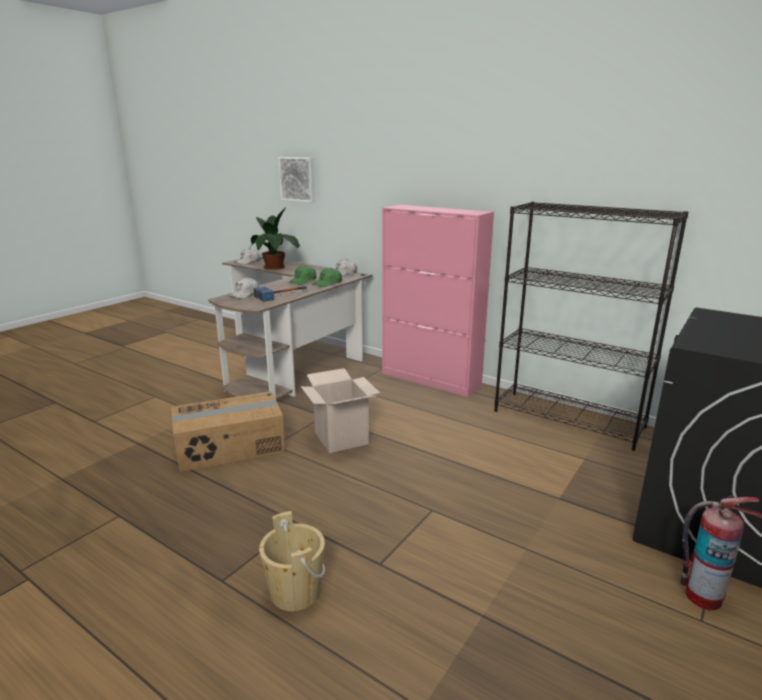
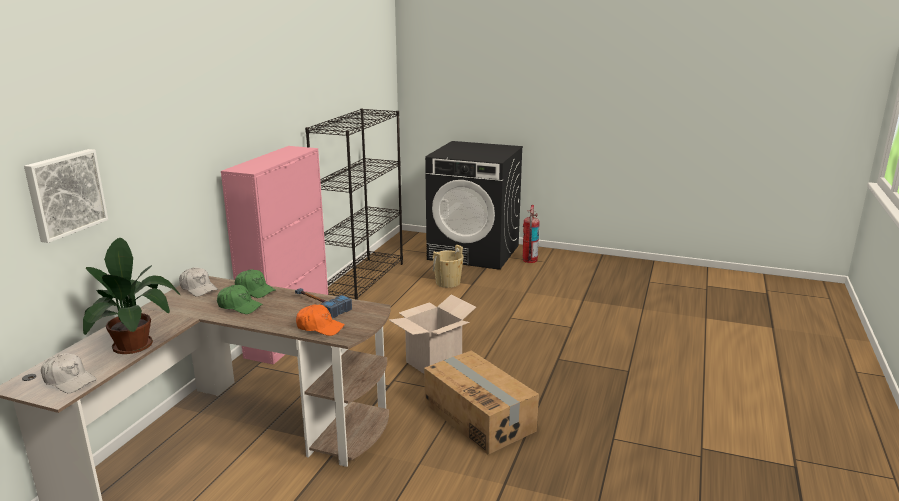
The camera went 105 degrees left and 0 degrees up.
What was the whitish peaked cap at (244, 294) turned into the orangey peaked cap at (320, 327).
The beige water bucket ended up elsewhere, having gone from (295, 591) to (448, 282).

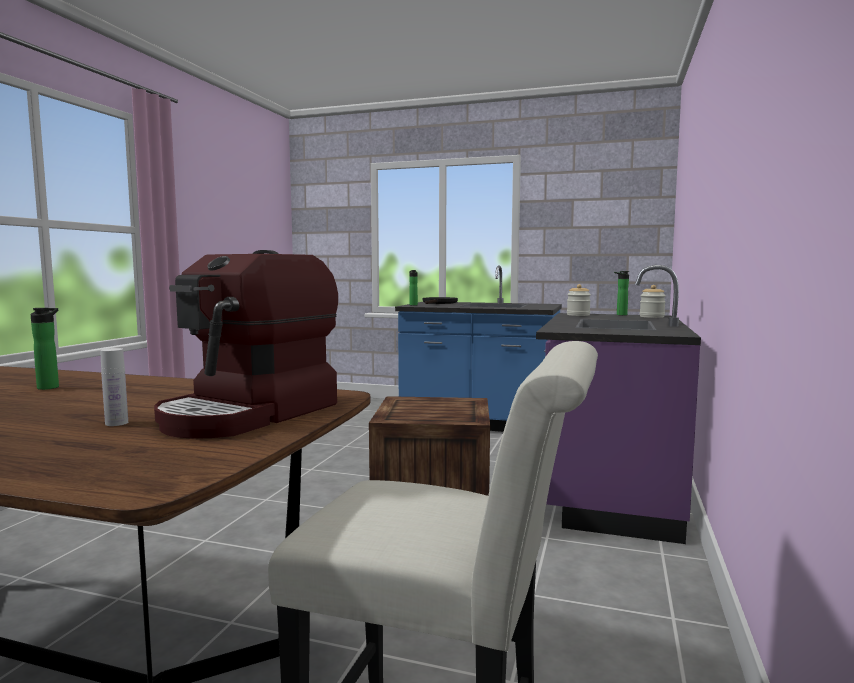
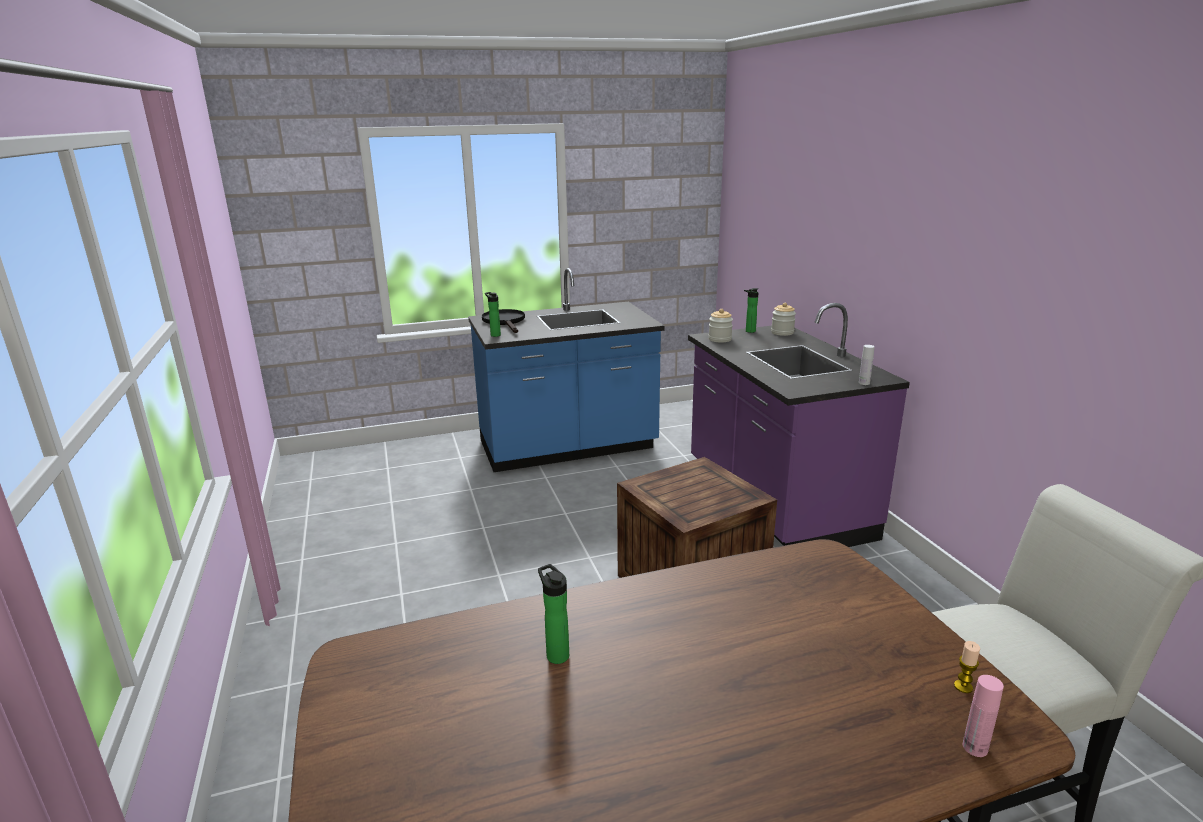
The camera went 35 degrees left and 15 degrees up.
The whitish bottle ended up elsewhere, having gone from (116, 423) to (864, 383).
The second view gained the wax light at (963, 687).
The second view gained the pink bottle at (975, 747).
The second view lost the coffee brewer at (251, 414).

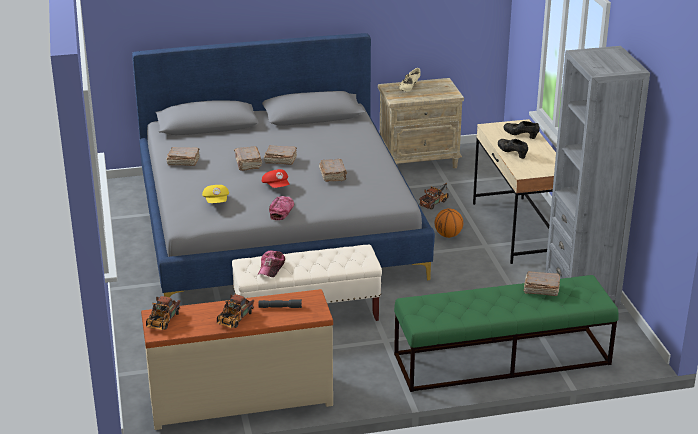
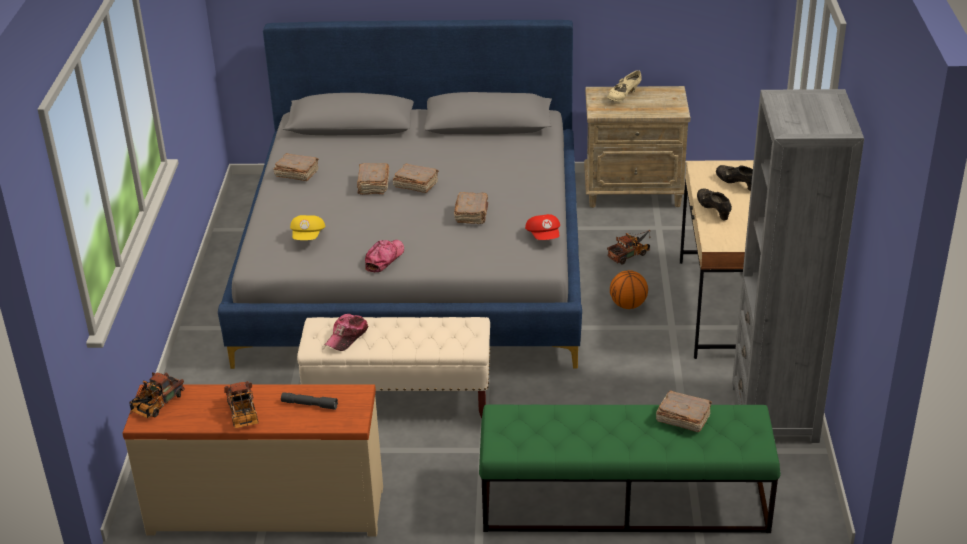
The camera went 15 degrees right and 5 degrees up.
The model truck at (233, 320) ended up facing another way, 60 degrees counterclockwise from before.
The red-coloured peaked cap ended up elsewhere, having gone from (276, 186) to (544, 236).

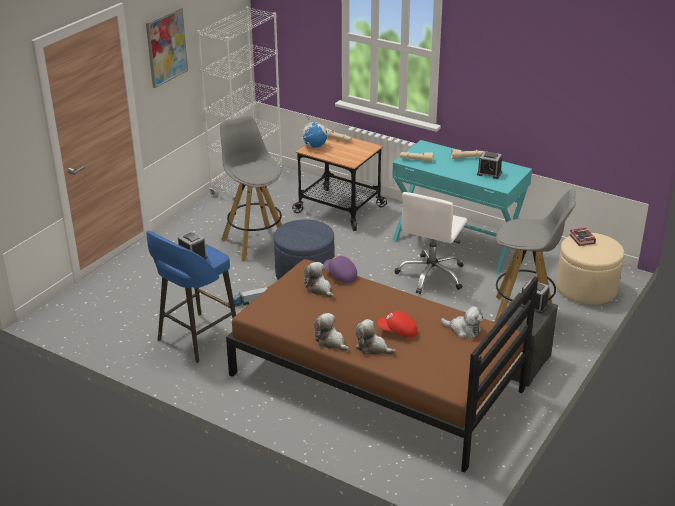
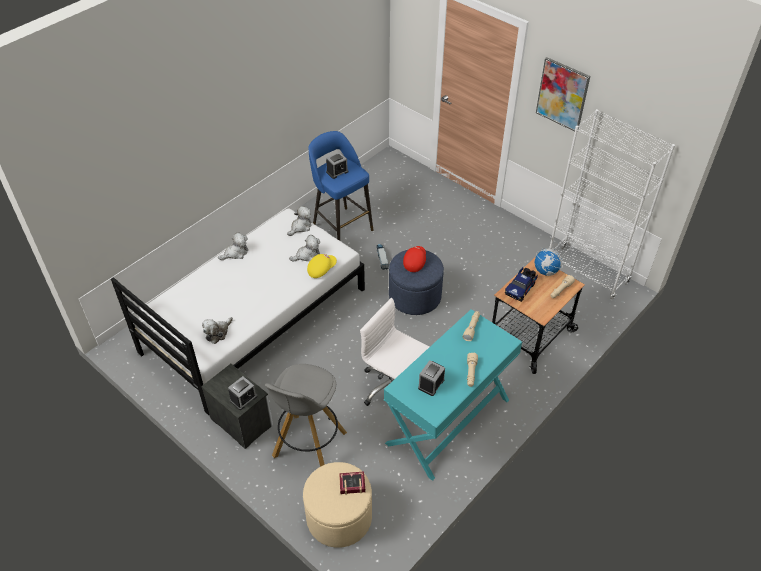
The camera went 100 degrees right and 15 degrees up.
What was the brown-coloured sleeping bed at (375, 382) turned into the whitish sleeping bed at (254, 320).
The soft toy ended up elsewhere, having gone from (373, 348) to (300, 227).
What was the purple peaked cap at (340, 275) turned into the yellowish peaked cap at (321, 269).
The red-coloured peaked cap ended up elsewhere, having gone from (398, 332) to (414, 262).
The second view gained the model truck at (521, 288).
The second view lost the greyish sitting stool at (255, 243).

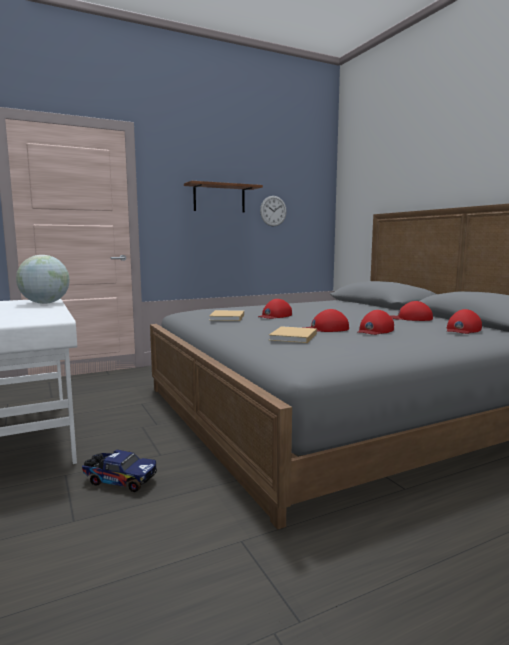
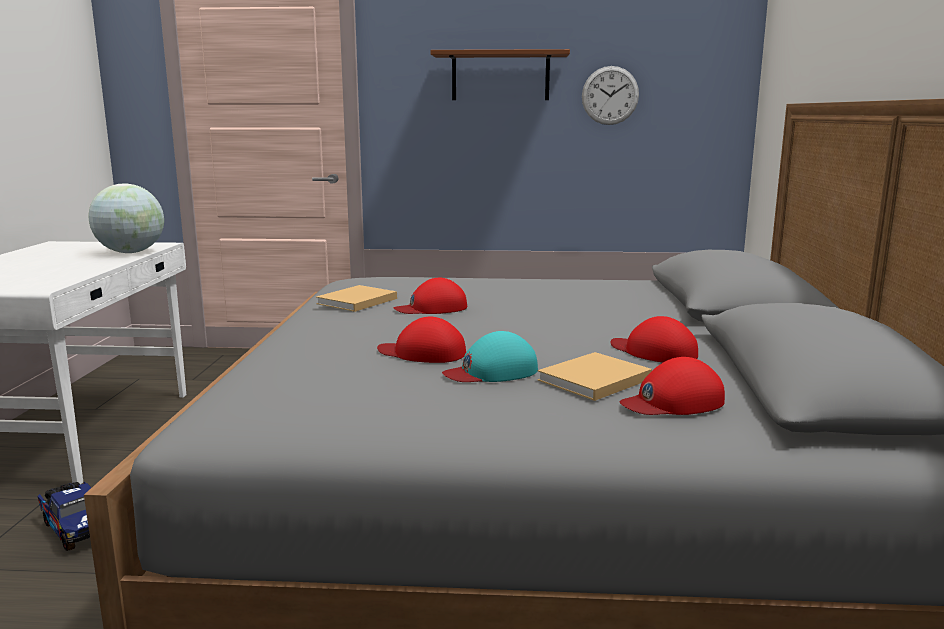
The camera went 30 degrees right and 5 degrees up.
What was the red-coloured peaked cap at (374, 330) turned into the turquoise-coloured peaked cap at (492, 372).
The beige volume ended up elsewhere, having gone from (293, 337) to (592, 380).

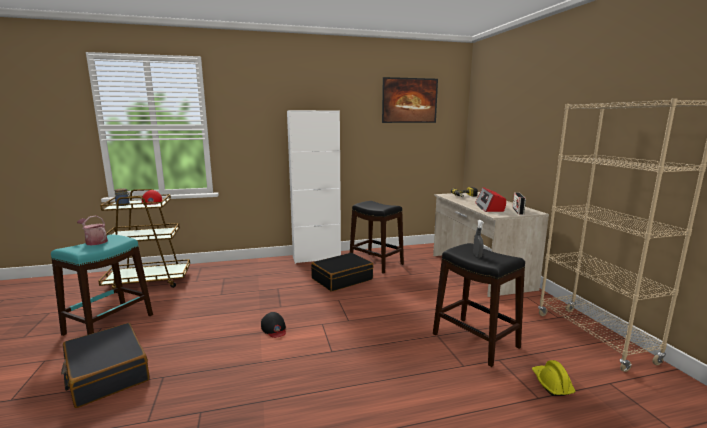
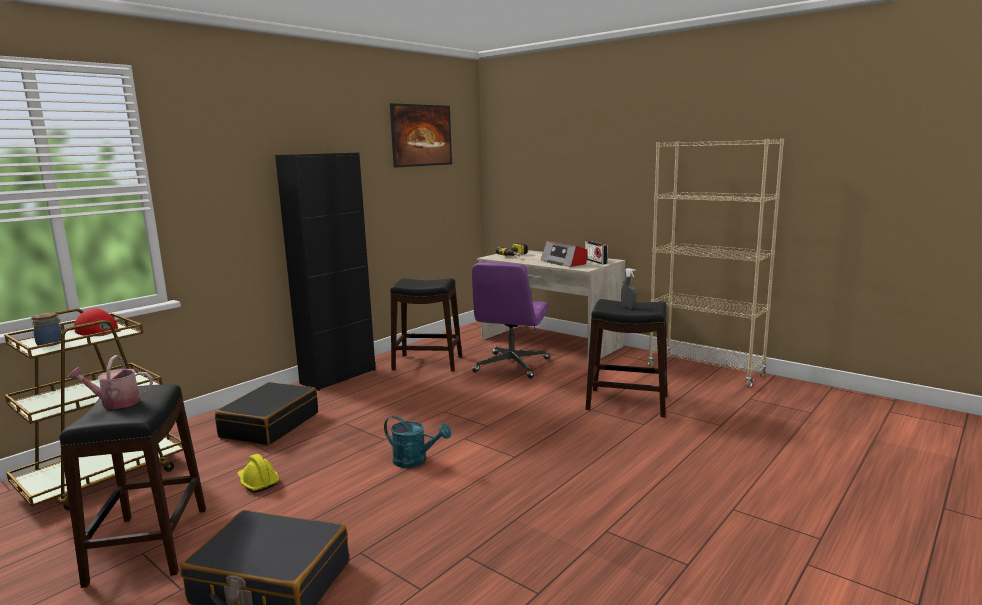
The camera went 35 degrees left and 0 degrees up.
What was the turquoise-coloured sitting stool at (108, 324) turned into the black-coloured sitting stool at (148, 545).
The black-coloured suitcase ended up elsewhere, having gone from (342, 279) to (269, 425).
The yellowish work helmet ended up elsewhere, having gone from (551, 384) to (258, 482).
What was the whitish storage cabinet at (316, 258) turned into the black-coloured storage cabinet at (338, 376).
Where the black-coloured peaked cap stood at (274, 328), the turquoise-coloured sprinkling can came to stand at (415, 461).
The second view gained the purple computer chair at (511, 366).

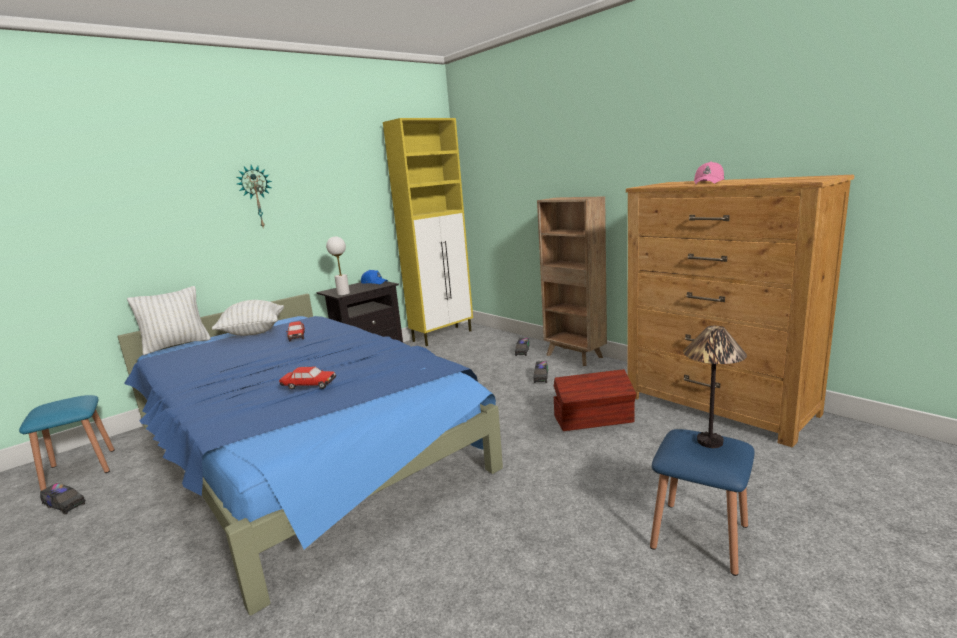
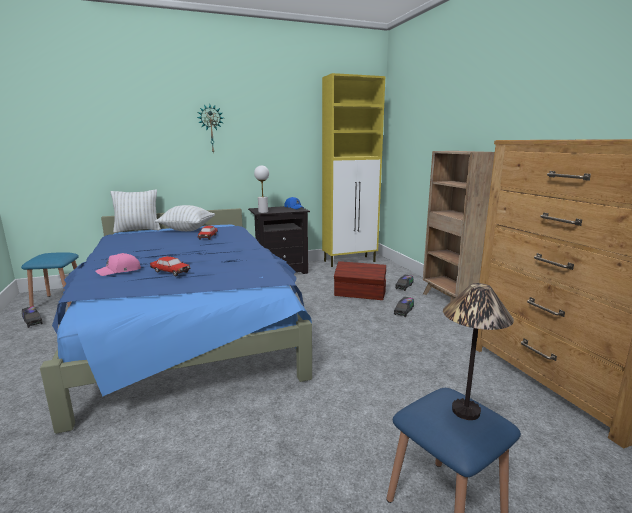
The camera went 20 degrees right and 0 degrees up.
The pink peaked cap ended up elsewhere, having gone from (709, 182) to (120, 271).
The brown-coloured storage box ended up elsewhere, having gone from (594, 419) to (360, 294).

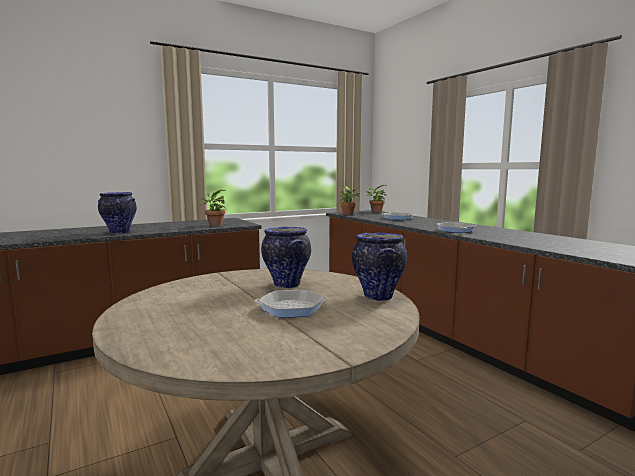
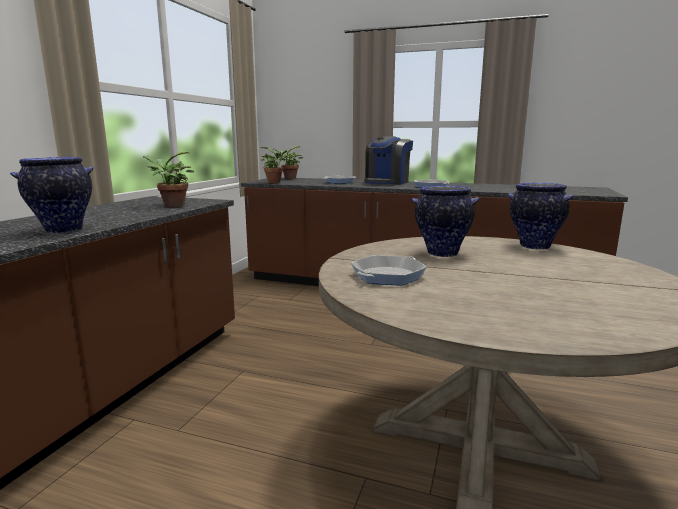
The camera went 40 degrees left and 5 degrees up.
The skillet ended up elsewhere, having gone from (291, 308) to (387, 275).
The second view gained the coffee brewer at (387, 182).

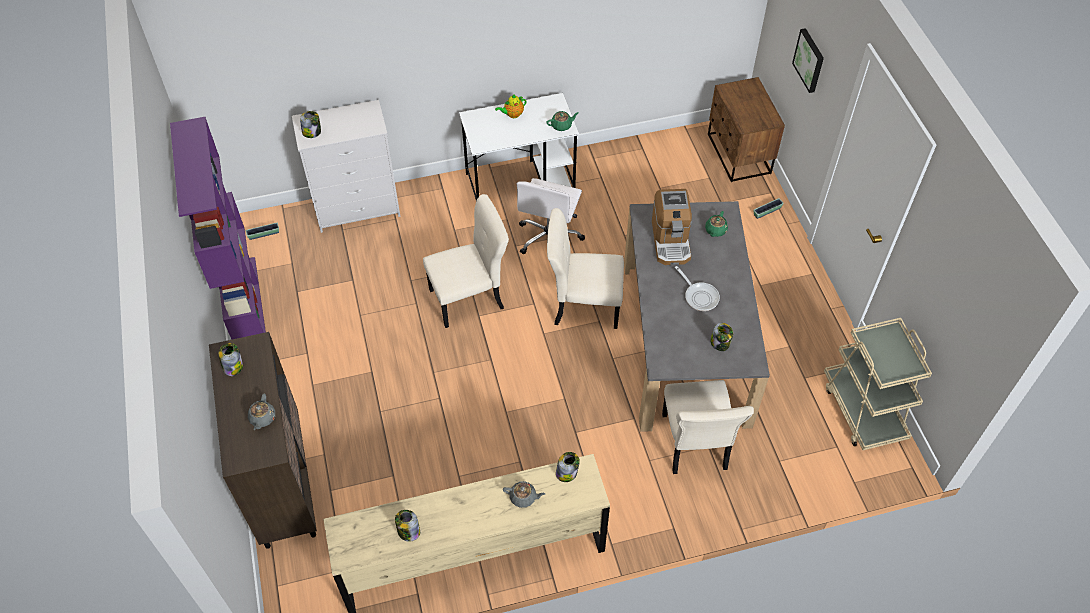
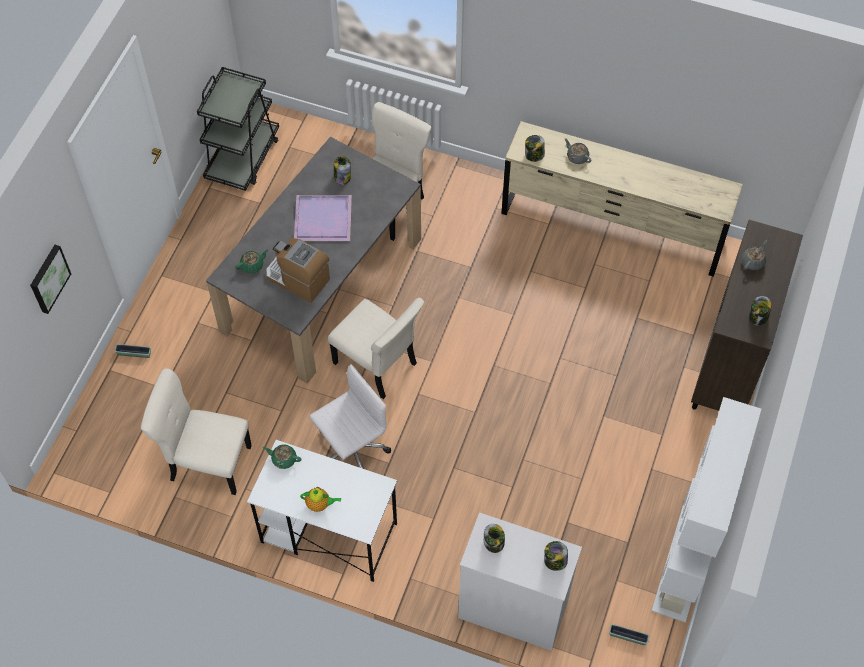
The camera went 145 degrees left and 5 degrees up.
The beige chair ended up elsewhere, having gone from (470, 298) to (207, 462).
What was the beige trolley at (863, 410) turned into the black-coloured trolley at (243, 157).
The coffee brewer at (671, 240) ended up facing another way, 90 degrees counterclockwise from before.
Where the skillet stood at (699, 296), the purple tray came to stand at (322, 220).
The storage jar ended up elsewhere, having gone from (408, 531) to (494, 543).
What was the purple shelving unit at (245, 302) turned into the whitish shelving unit at (685, 561).
The second view lost the brown-coloured bedside table at (738, 154).

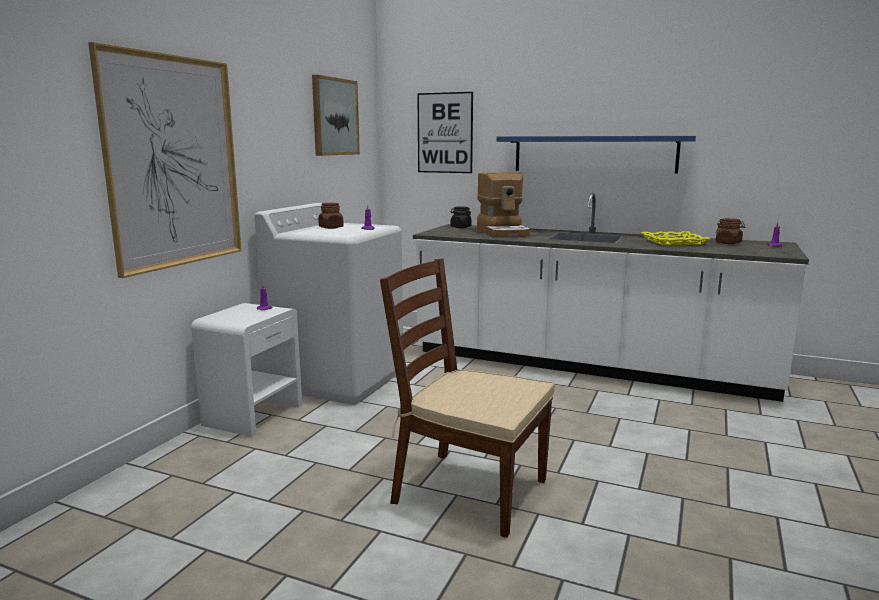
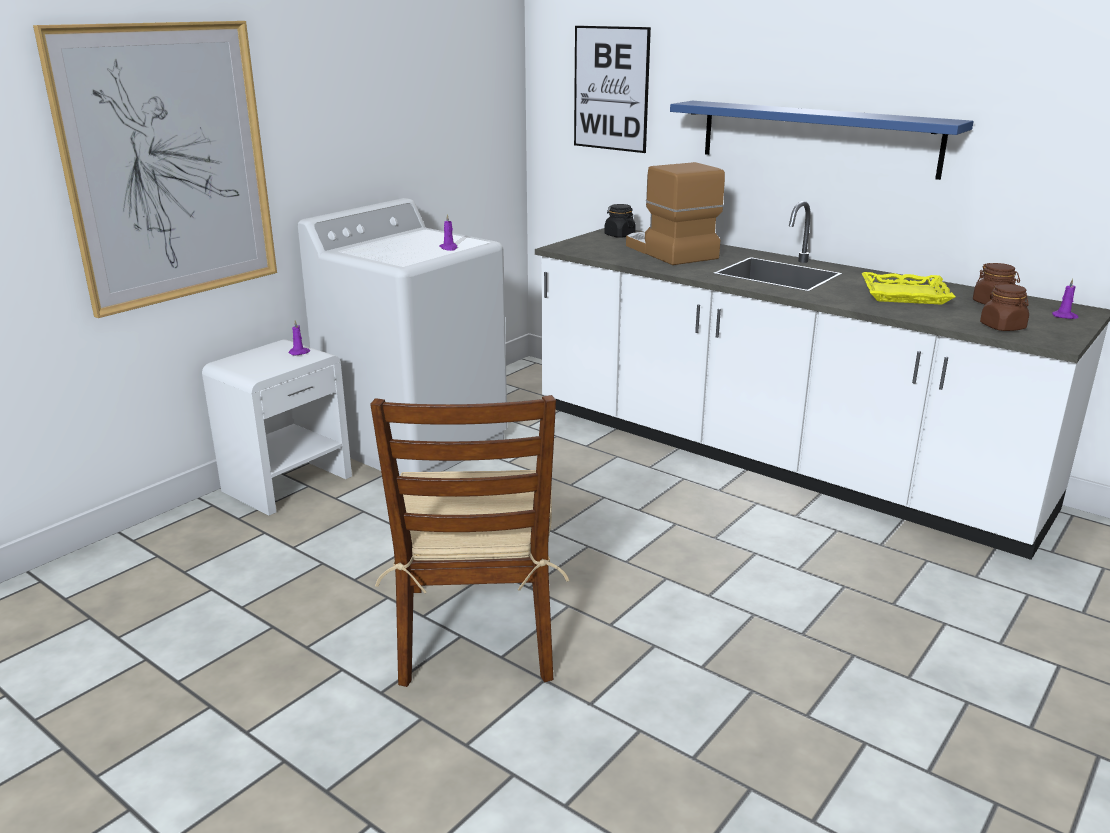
The camera went 15 degrees right and 10 degrees up.
The brown-coloured chair at (468, 491) ended up facing another way, 135 degrees counterclockwise from before.
The coffee brewer at (503, 232) ended up facing another way, 150 degrees clockwise from before.
The brown-coloured storage jar ended up elsewhere, having gone from (331, 227) to (1002, 327).
The second view lost the wall picture at (334, 117).

